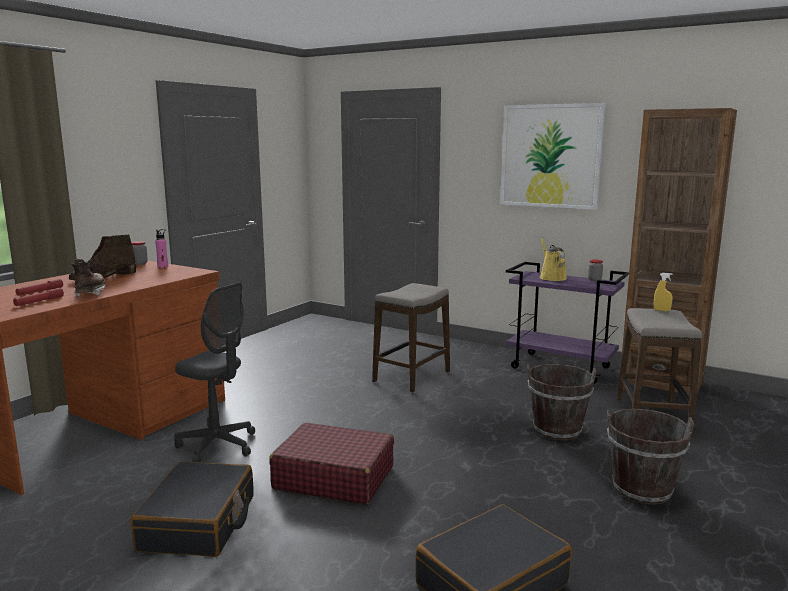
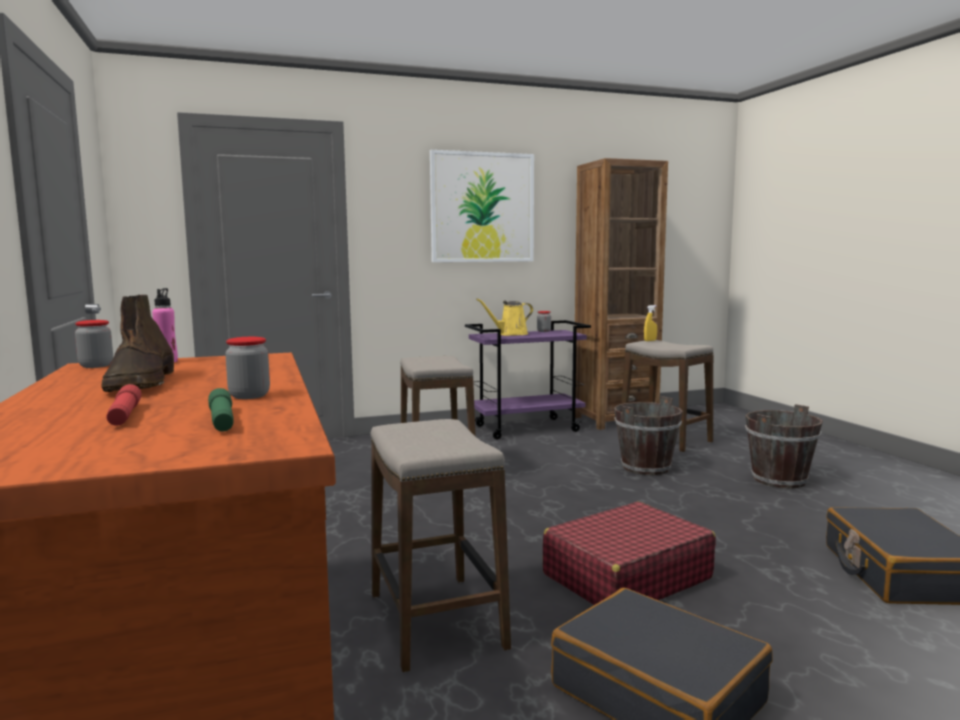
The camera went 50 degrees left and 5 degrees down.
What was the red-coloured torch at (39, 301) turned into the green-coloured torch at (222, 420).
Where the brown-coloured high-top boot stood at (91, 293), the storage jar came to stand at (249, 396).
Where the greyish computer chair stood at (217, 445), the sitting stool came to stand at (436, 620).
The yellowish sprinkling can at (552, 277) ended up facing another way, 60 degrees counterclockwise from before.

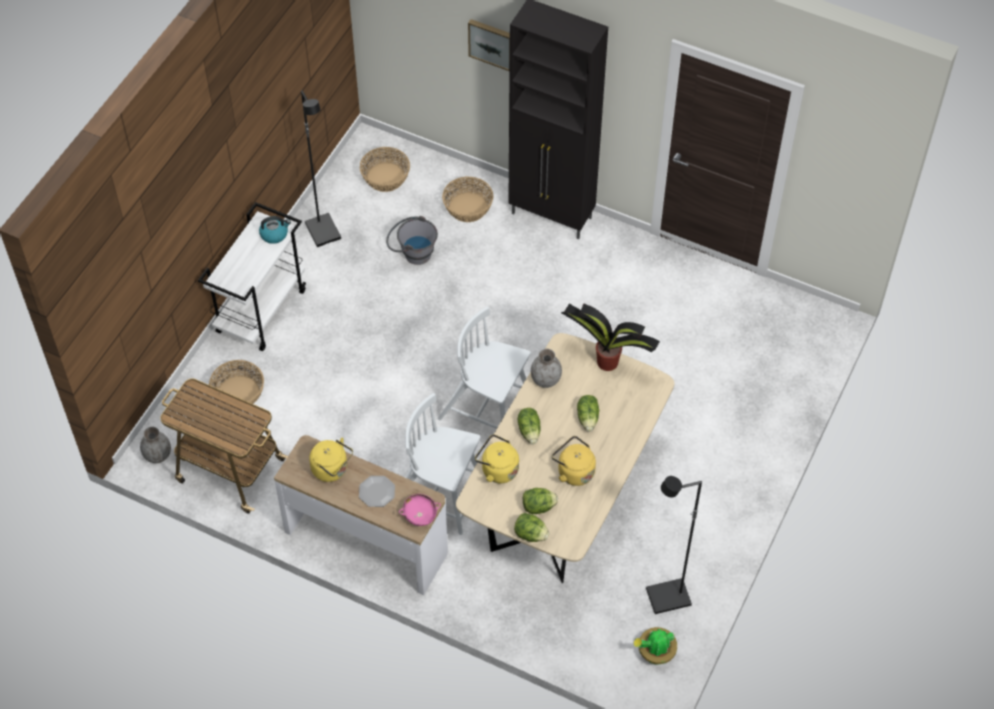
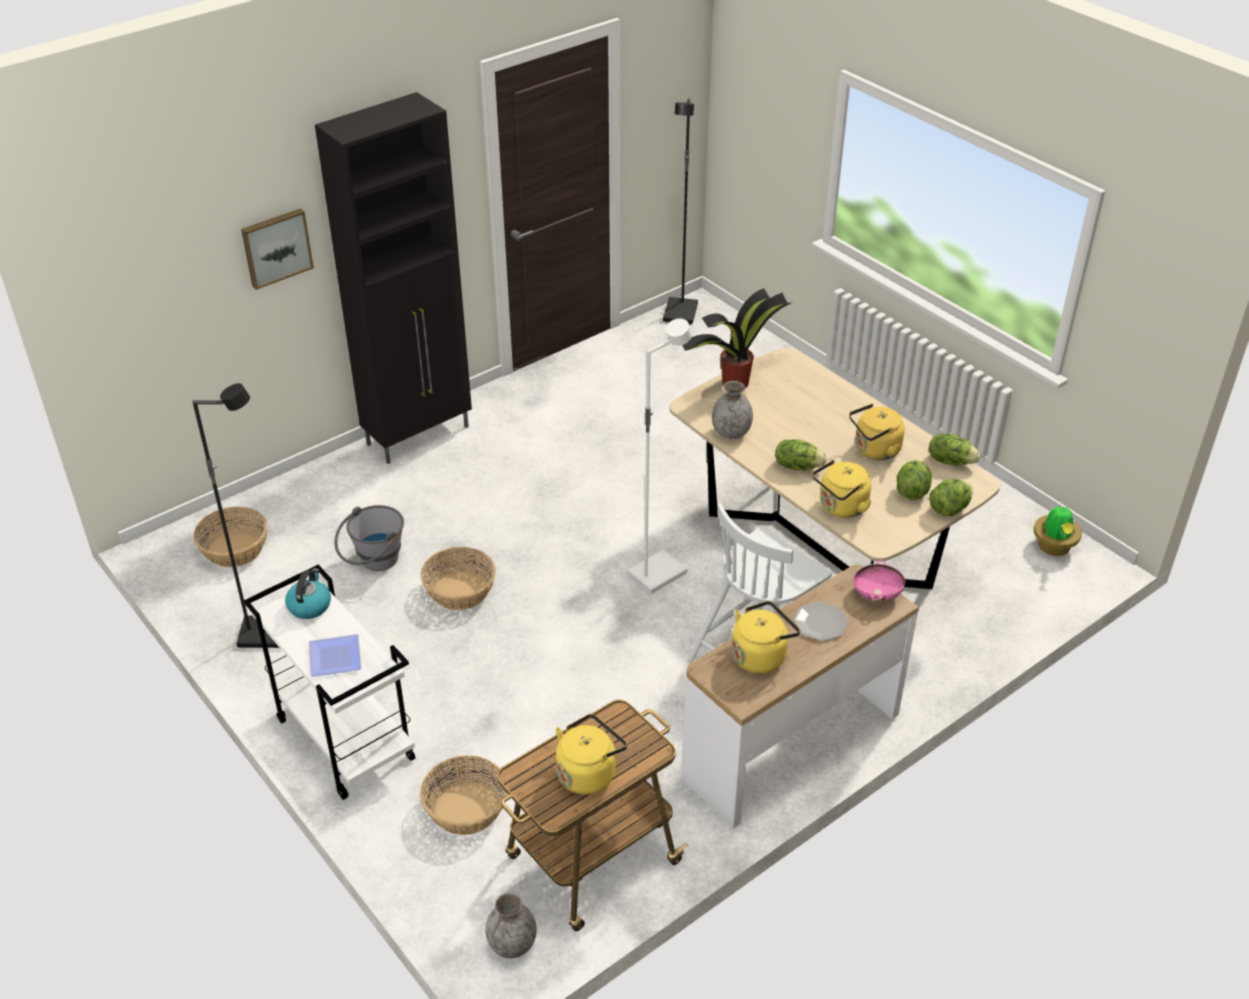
The camera went 65 degrees left and 15 degrees down.
The second view gained the dinner plate at (333, 659).
The basket ended up elsewhere, having gone from (468, 207) to (460, 590).
The second view gained the yellowish kettle at (588, 773).
Where the whitish chair stood at (487, 411), the whitish standing lamp came to stand at (657, 573).
The black-coloured standing lamp ended up elsewhere, having gone from (668, 598) to (681, 313).
The lettuce ended up elsewhere, having gone from (588, 418) to (950, 461).

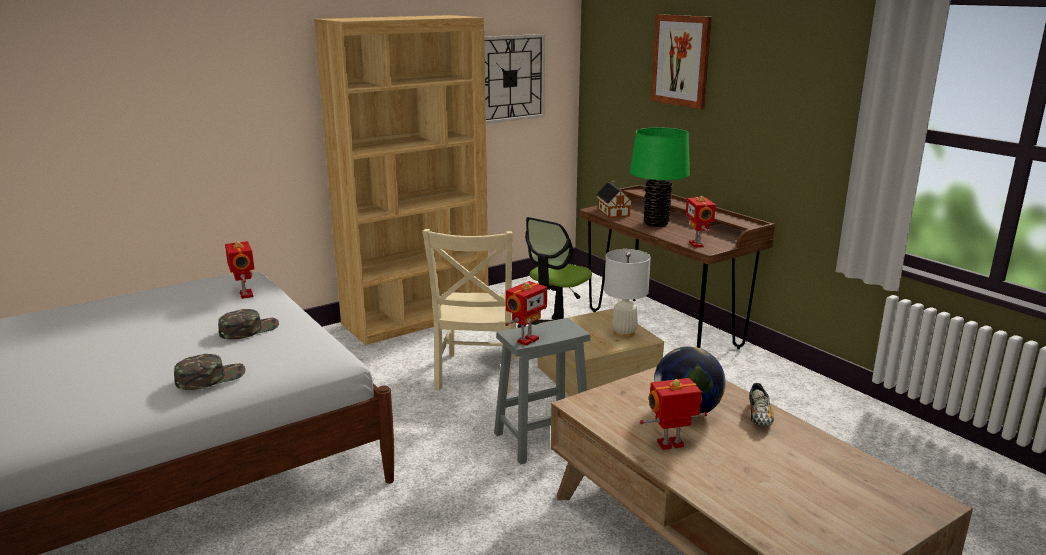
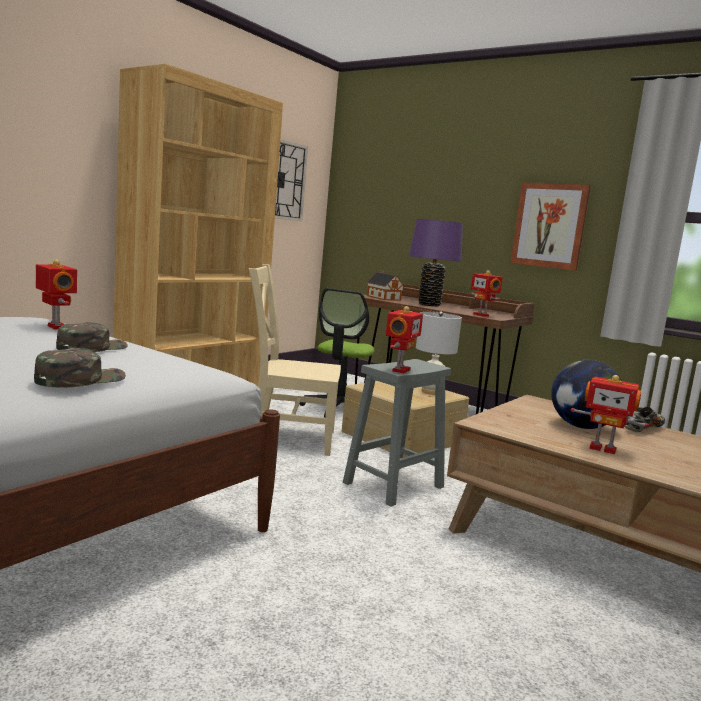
The camera went 20 degrees left and 10 degrees down.
The beige chair at (476, 375) ended up facing another way, 105 degrees clockwise from before.
What was the green-coloured tabletop lamp at (656, 223) turned into the purple tabletop lamp at (429, 304).
The wall picture ended up elsewhere, having gone from (681, 60) to (549, 225).
The toy robot at (671, 445) ended up facing another way, 120 degrees counterclockwise from before.
The item of footwear at (759, 417) ended up facing another way, 120 degrees counterclockwise from before.

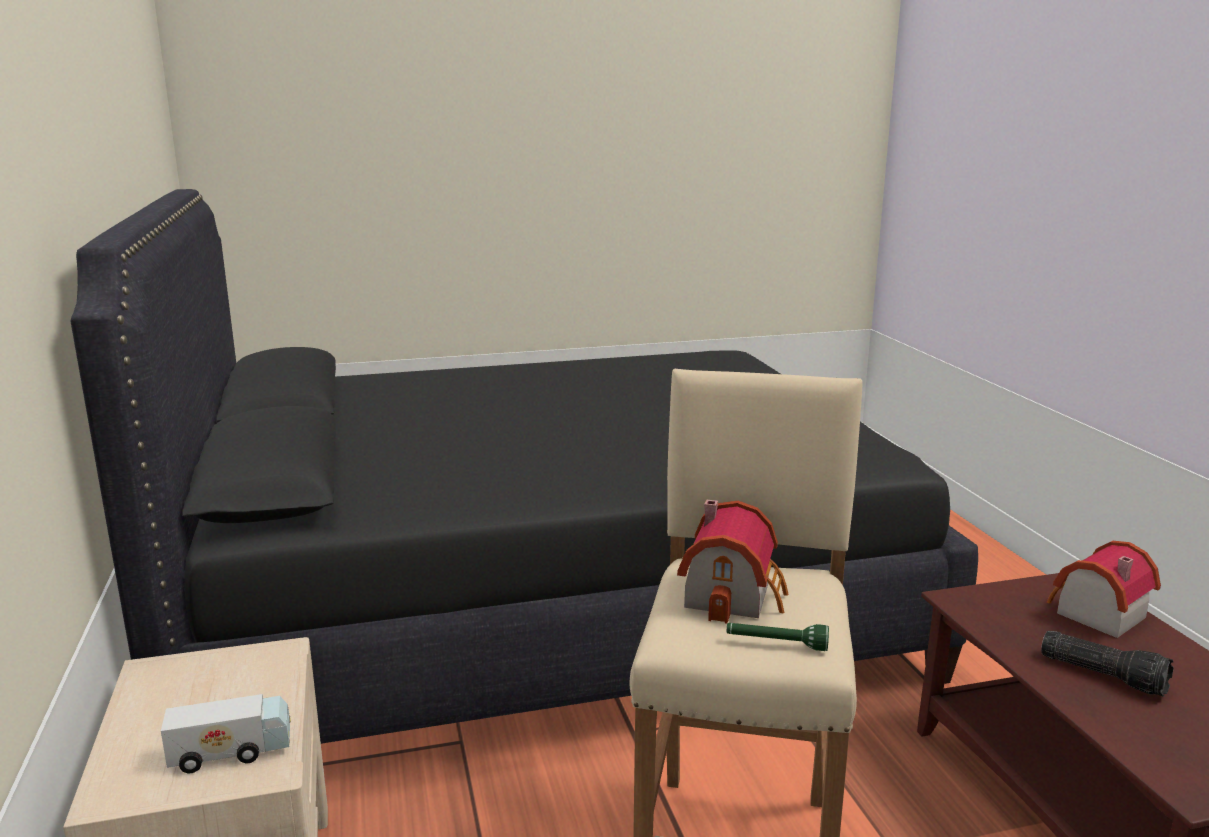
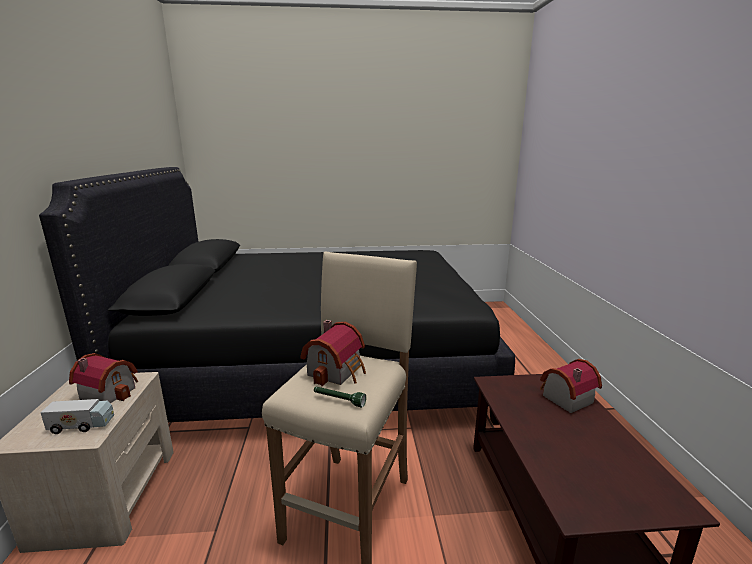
The camera went 10 degrees right and 0 degrees up.
The second view gained the miniature house at (110, 391).
The second view lost the torch at (1104, 674).

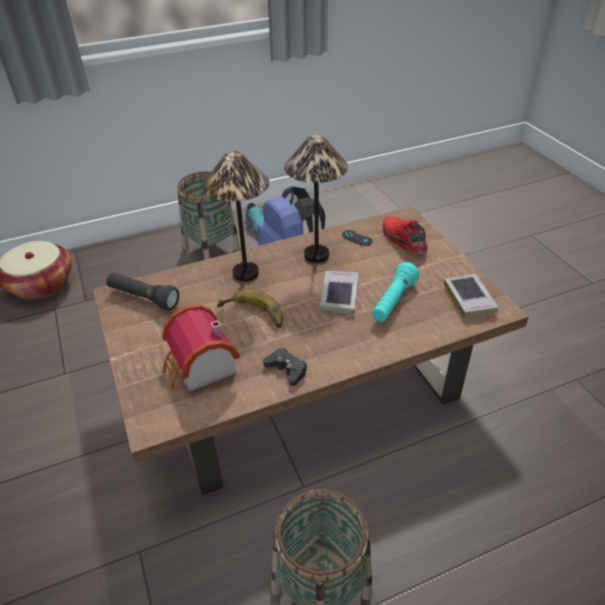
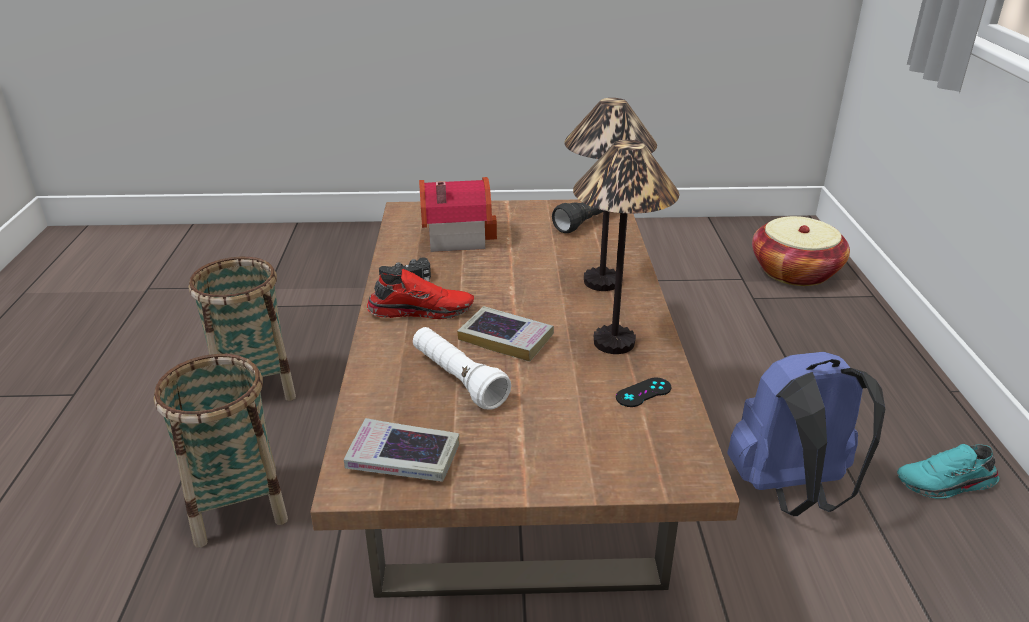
The camera went 110 degrees right and 10 degrees down.
The basket ended up elsewhere, having gone from (211, 248) to (237, 505).
The red-coloured item of footwear ended up elsewhere, having gone from (402, 241) to (421, 310).
What was the turquoise-coloured torch at (393, 301) turned into the whitish torch at (458, 380).
The second view lost the banana fruit at (252, 316).

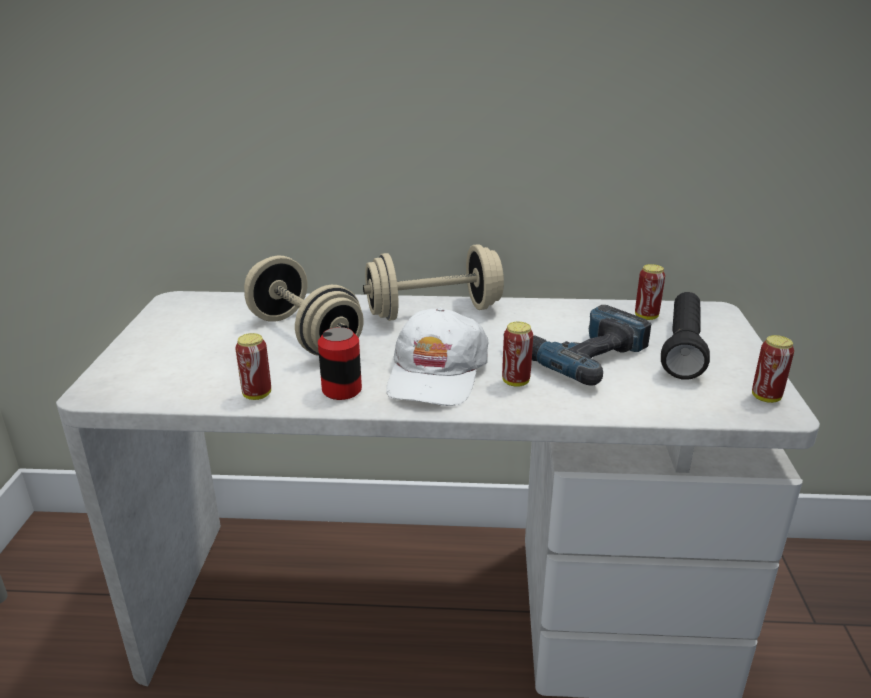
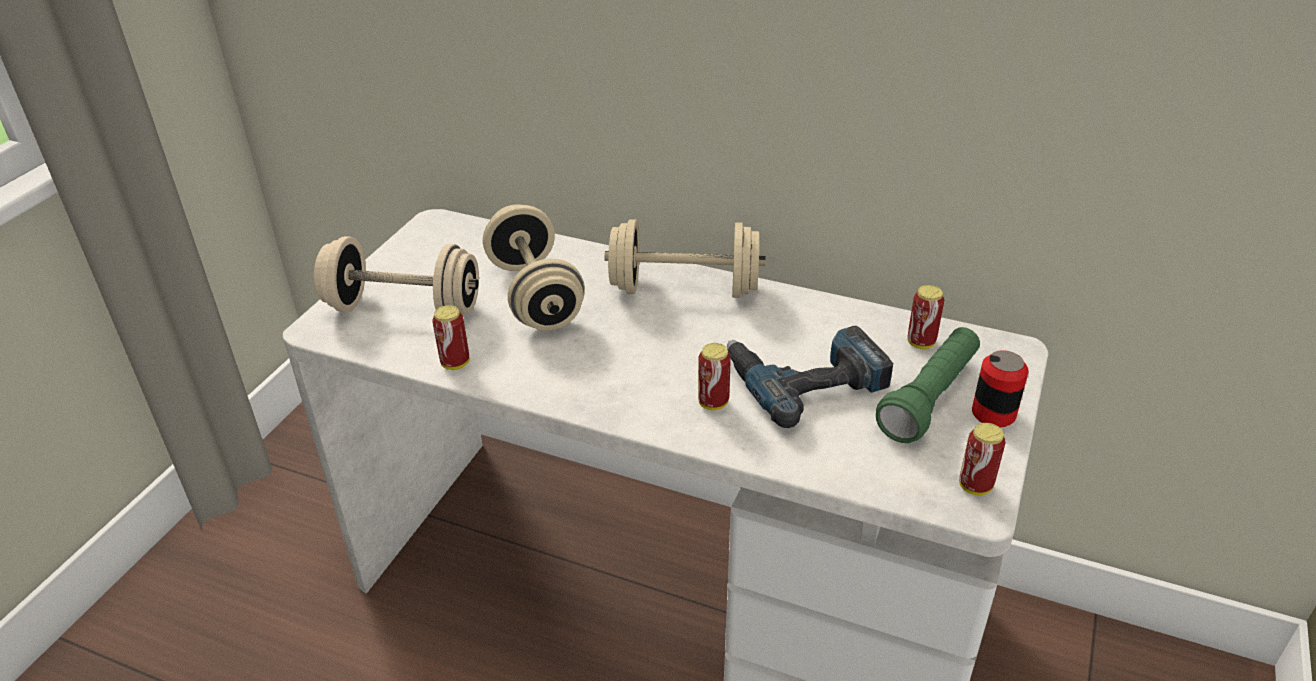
The camera went 20 degrees right and 10 degrees up.
The second view gained the beige free weight at (404, 309).
What was the black-coloured torch at (682, 349) turned into the green-coloured torch at (929, 398).
The metal can ended up elsewhere, having gone from (342, 390) to (993, 414).
The second view lost the whitish peaked cap at (436, 373).

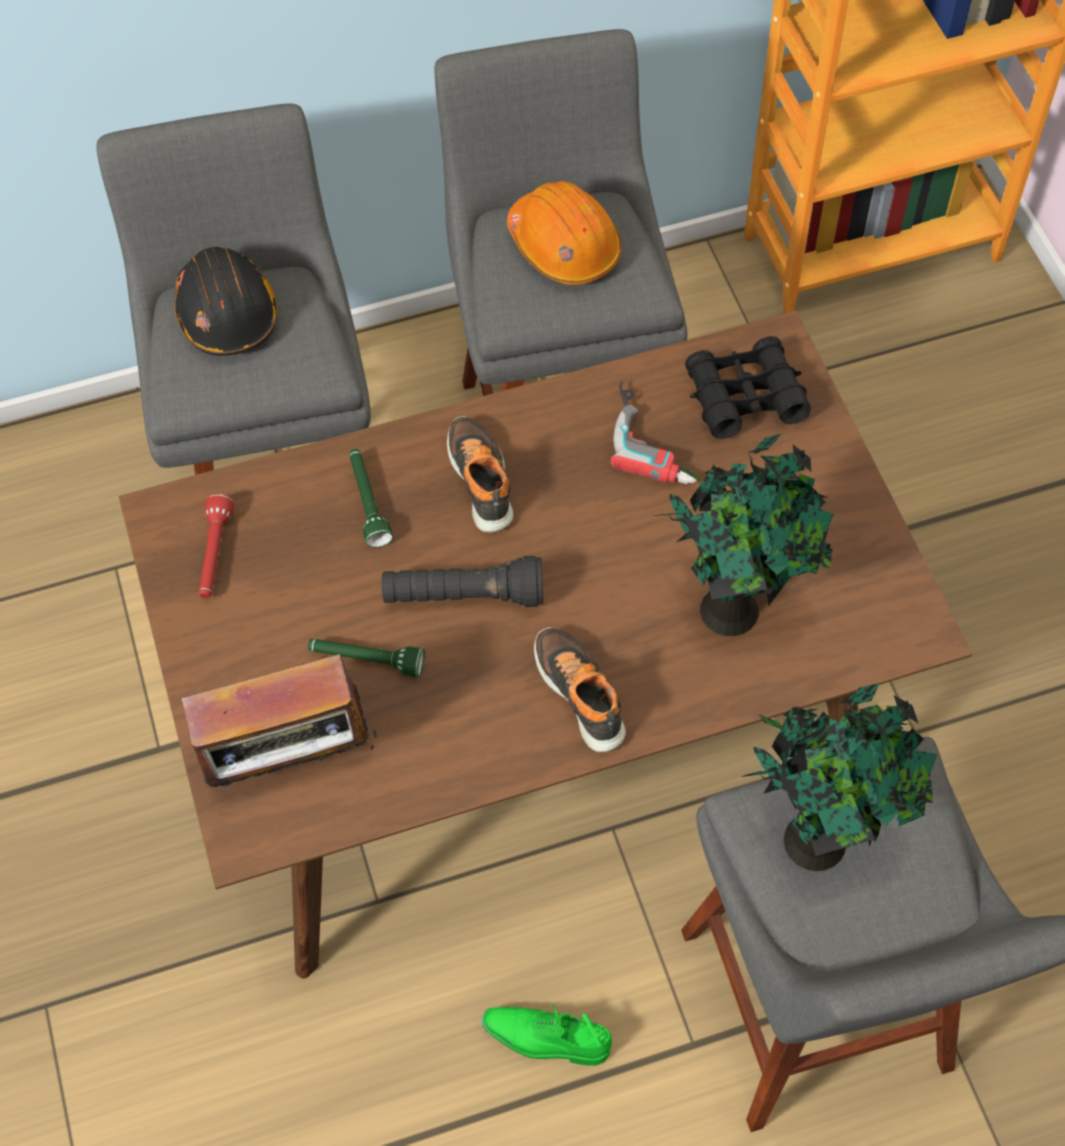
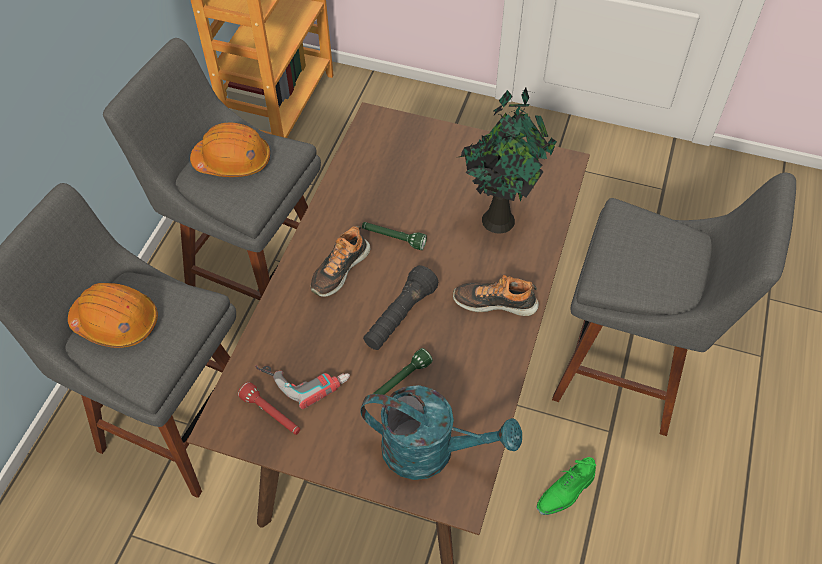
The camera went 55 degrees left and 5 degrees down.
What was the black-coloured work helmet at (227, 313) turned into the orangey work helmet at (116, 322).
The electric drill ended up elsewhere, having gone from (656, 439) to (304, 376).
The item of footwear at (482, 480) ended up facing another way, 75 degrees counterclockwise from before.
Where the radio stood at (290, 760), the turquoise-coloured sprinkling can came to stand at (431, 451).
The green-coloured torch ended up elsewhere, having gone from (368, 502) to (393, 238).
The second view lost the black-coloured field glasses at (744, 396).
The second view lost the houseplant at (820, 838).

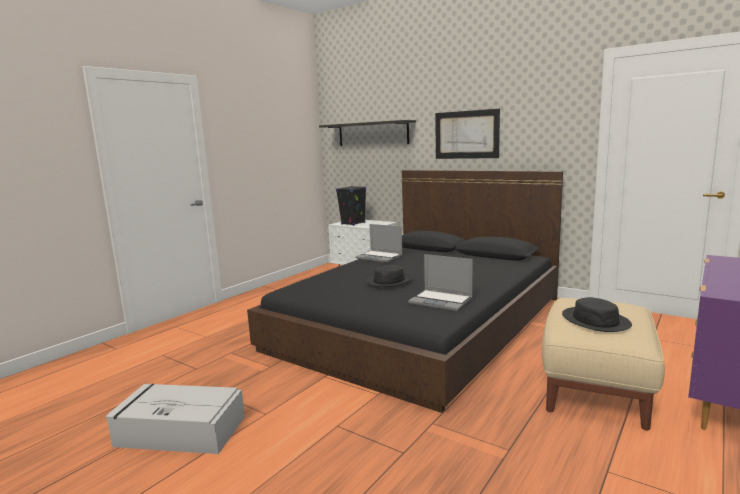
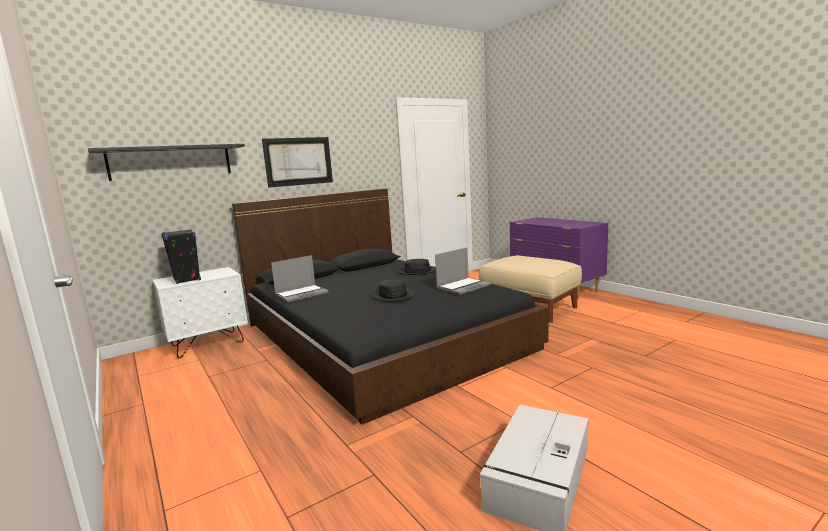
The camera went 70 degrees left and 0 degrees up.
The black-coloured wearable hat ended up elsewhere, having gone from (595, 320) to (417, 271).

